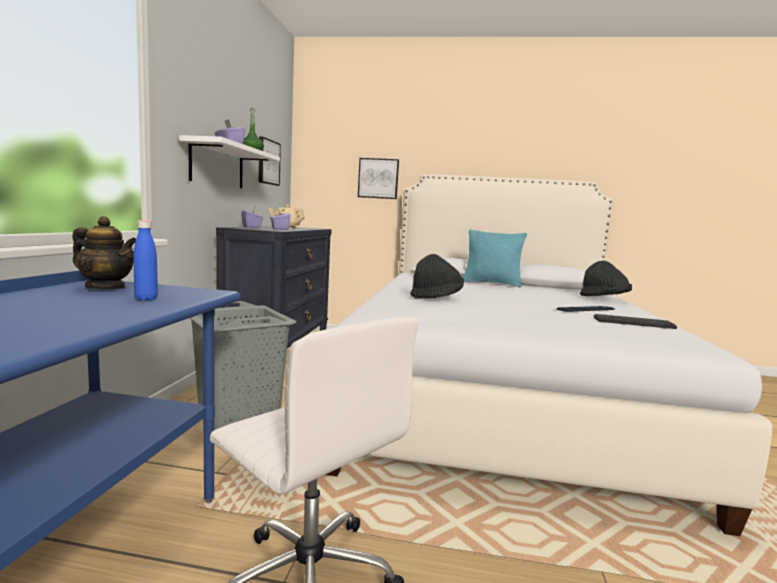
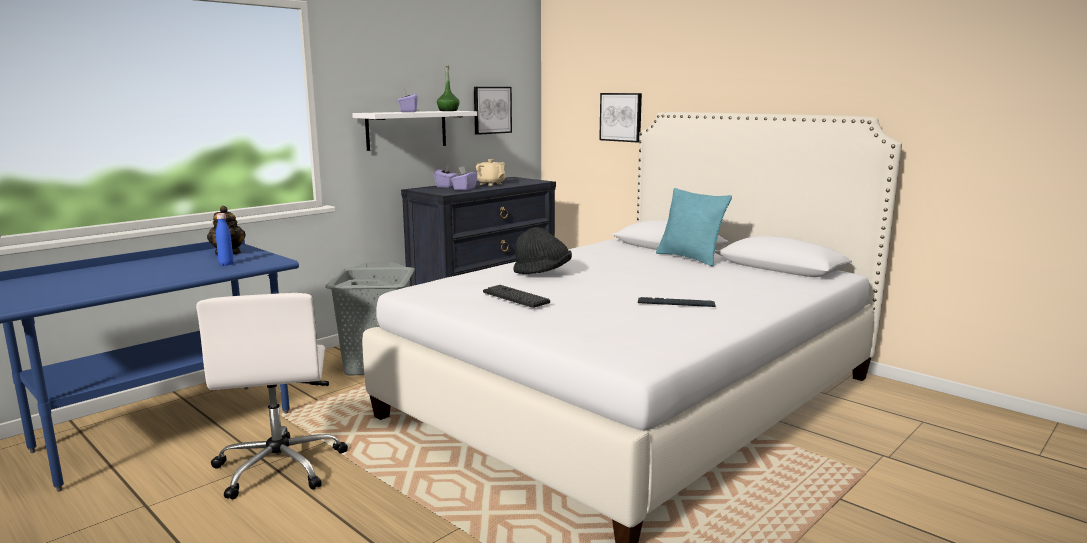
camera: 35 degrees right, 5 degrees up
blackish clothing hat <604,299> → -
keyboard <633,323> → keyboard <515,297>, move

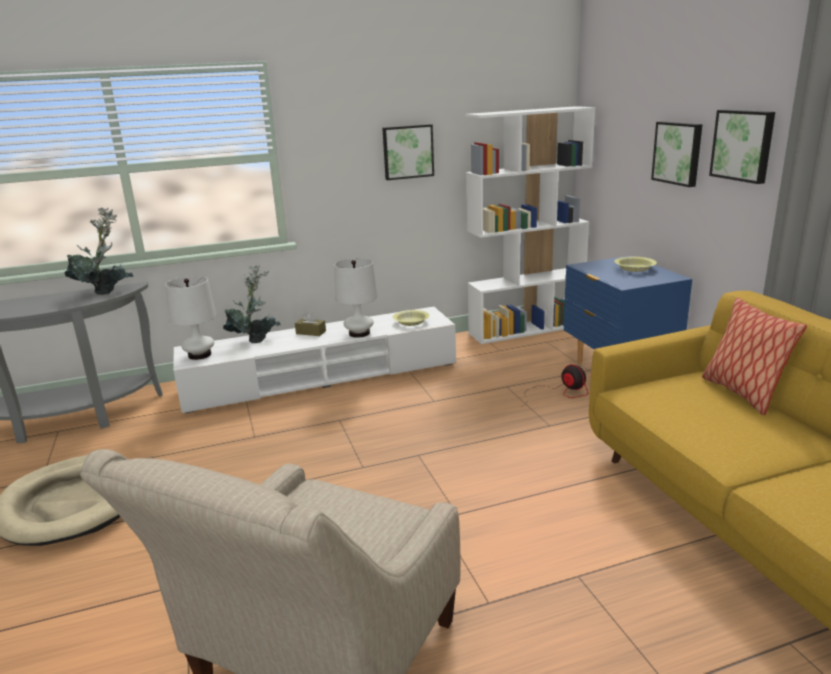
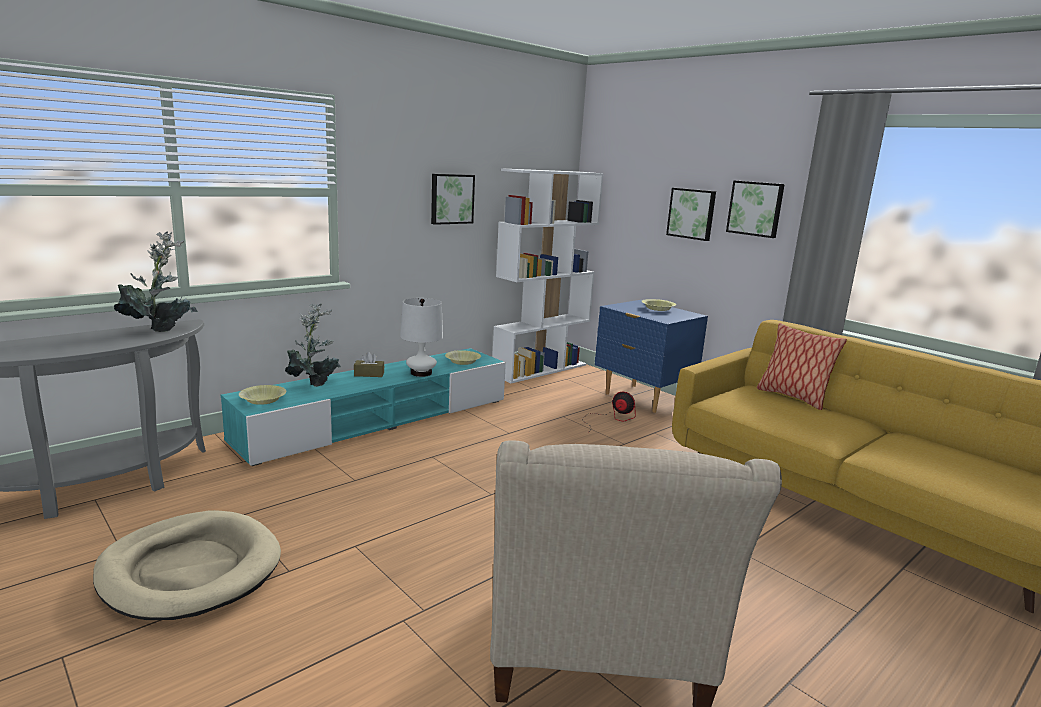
camera: 25 degrees left, 5 degrees down
whitish table lamp <199,355> → yellow serving bowl <263,400>
whitish media console <322,376> → blue-green media console <379,420>

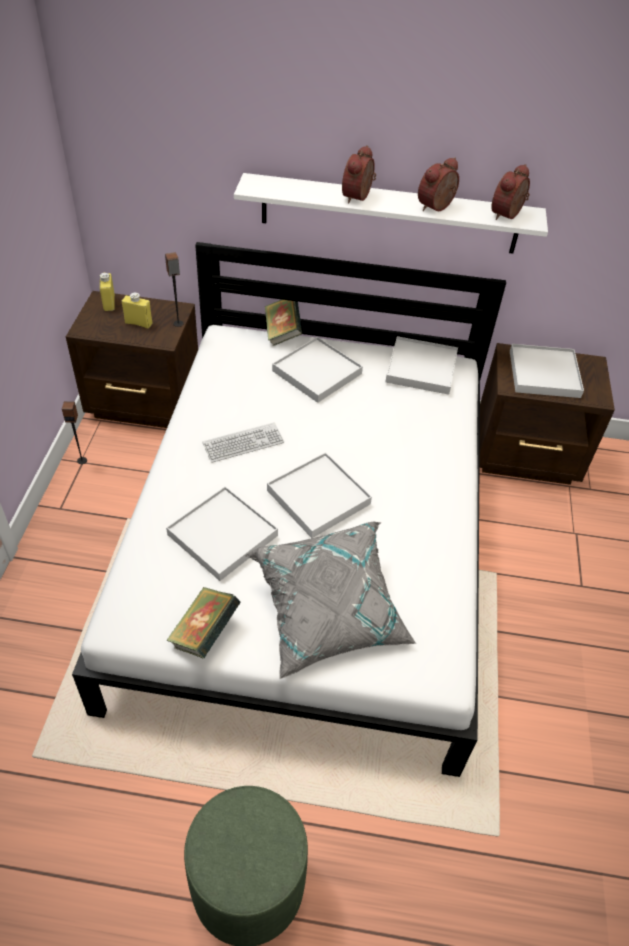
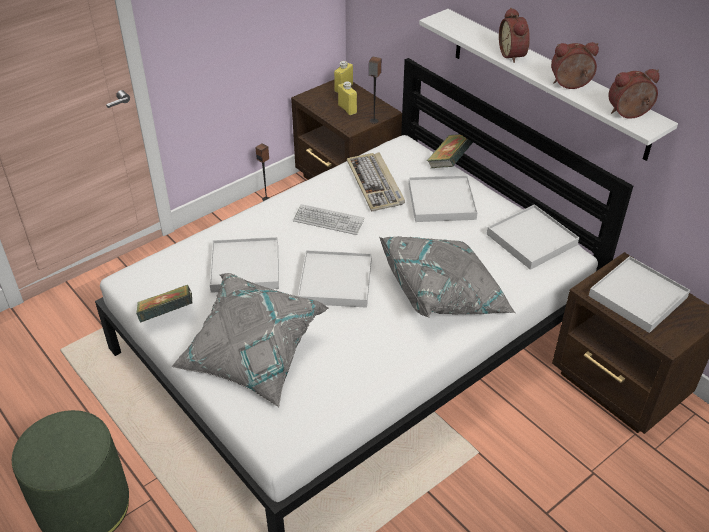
camera: 45 degrees right, 5 degrees down
- → keyboard <376,184>
- → grey cushion <445,294>
table clock <359,197> → table clock <513,55>, 75 degrees counterclockwise

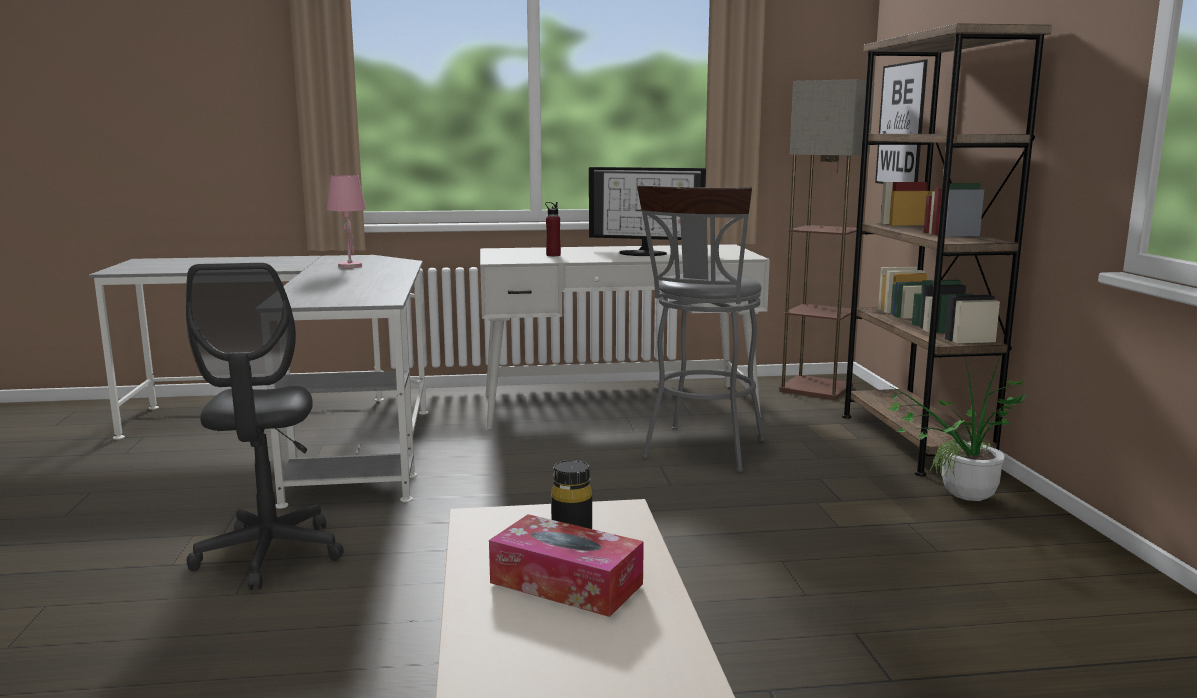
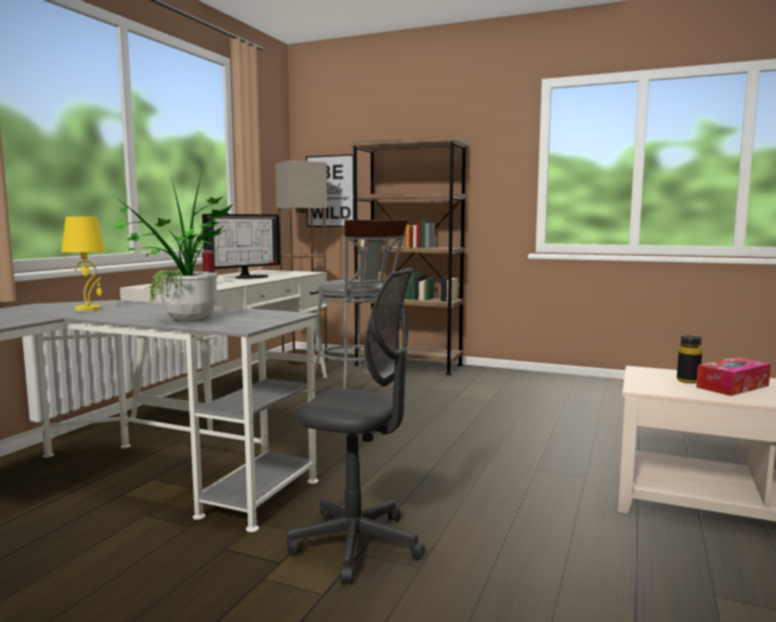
camera: 60 degrees left, 5 degrees down
potted plant <960,499> → potted plant <186,321>, move
pinkish table lamp <351,266> → yellow table lamp <89,309>

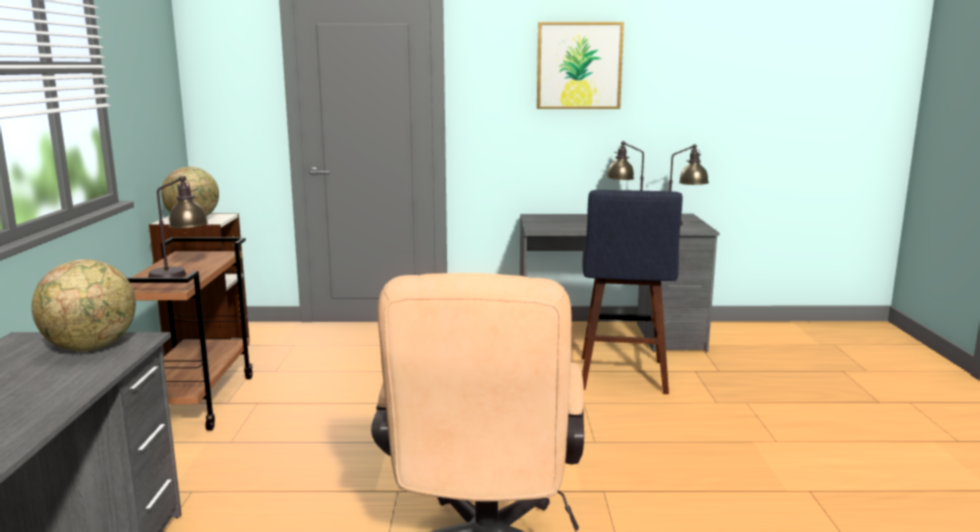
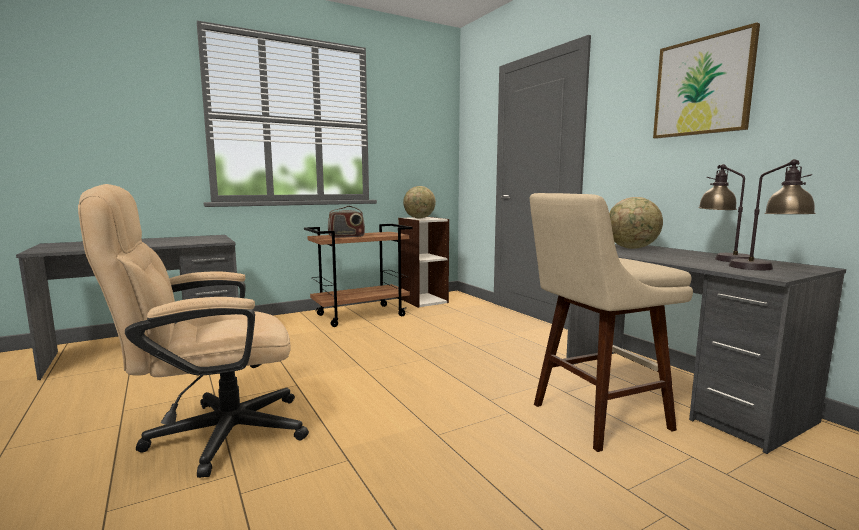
camera: 60 degrees right, 5 degrees down
desk globe <91,348> → desk globe <632,248>, move
table lamp <181,276> → radio <346,236>
blue stool seat <622,378> → beige stool seat <593,418>

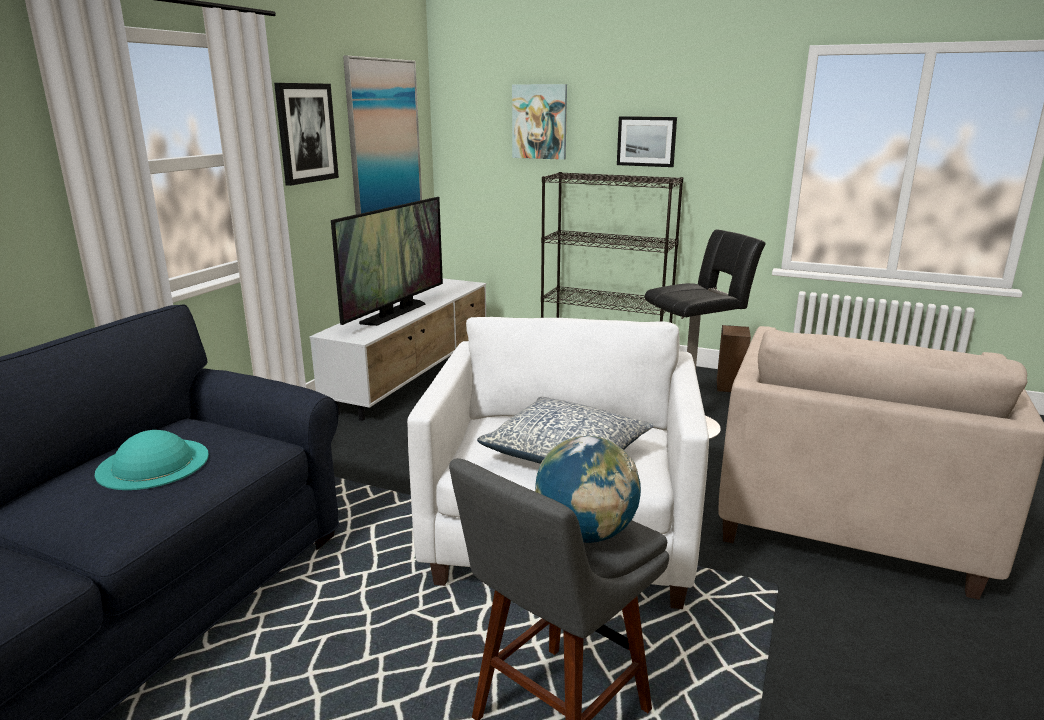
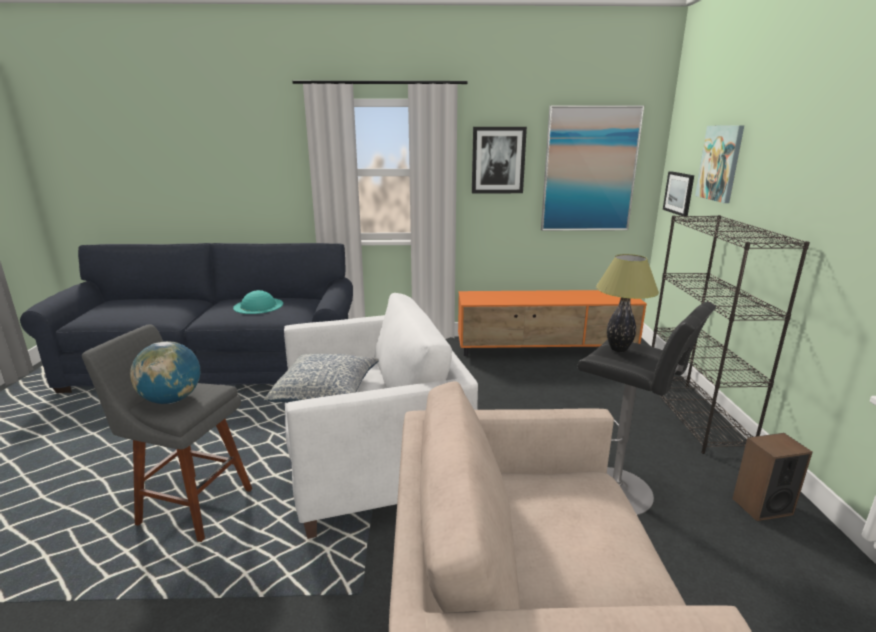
camera: 65 degrees right, 0 degrees up
TV <395,313> → -
- → table lamp <619,349>
wall picture <646,141> → wall picture <679,193>, move
whitish media console <414,376> → orange media console <546,350>

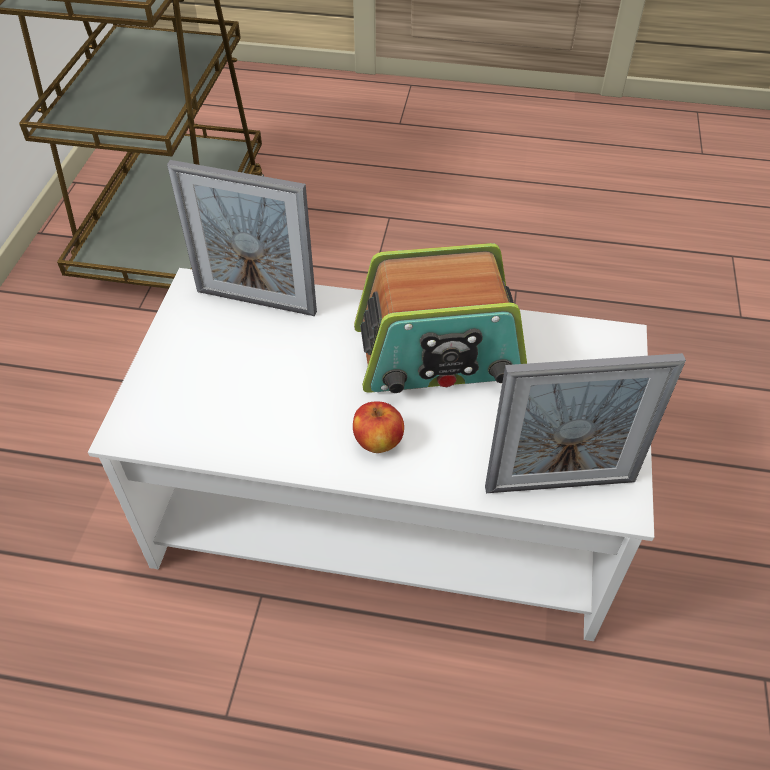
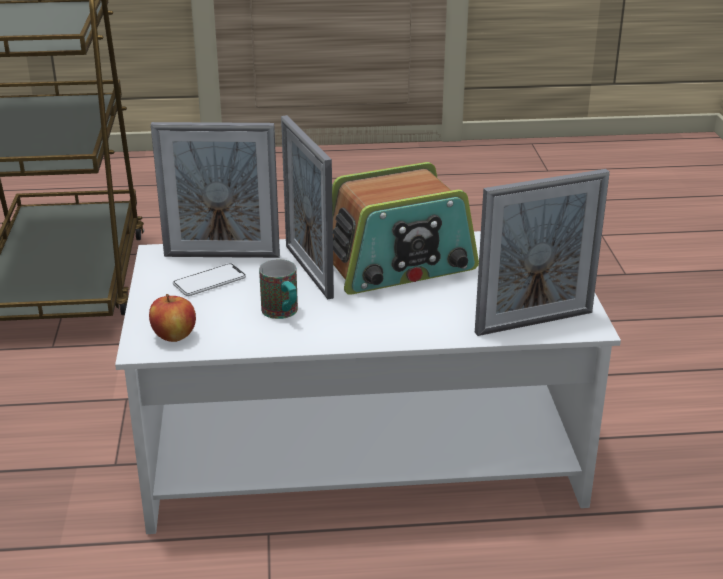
camera: 15 degrees left, 20 degrees down
- → handset <209,281>
- → mug <283,313>
- → picture frame <308,271>
apple <378,442> → apple <174,336>, move

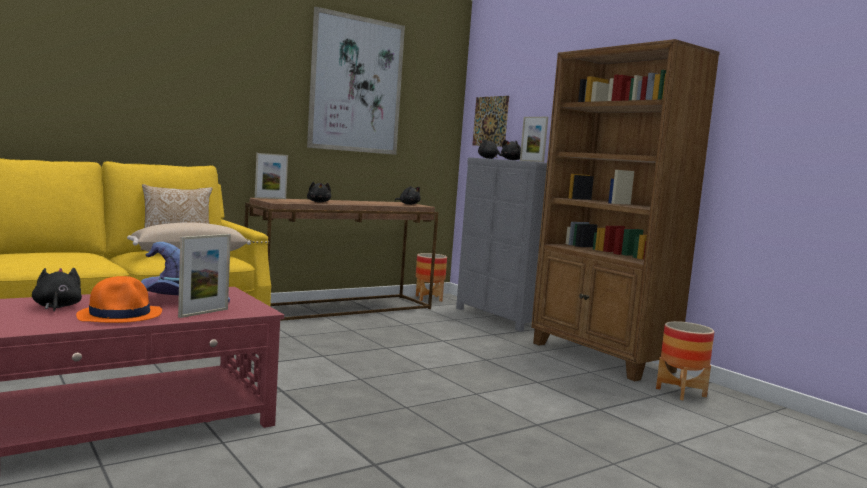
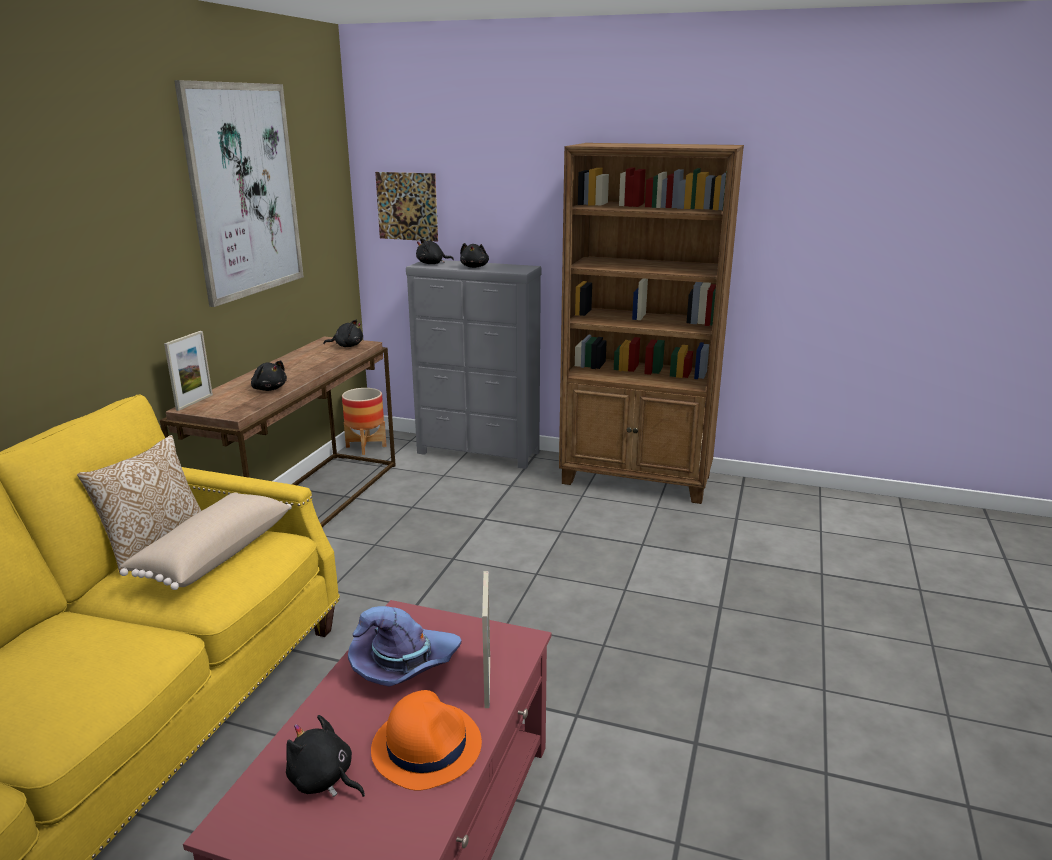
camera: 35 degrees left, 15 degrees up
picture frame <531,161> → -
planter <681,392> → -

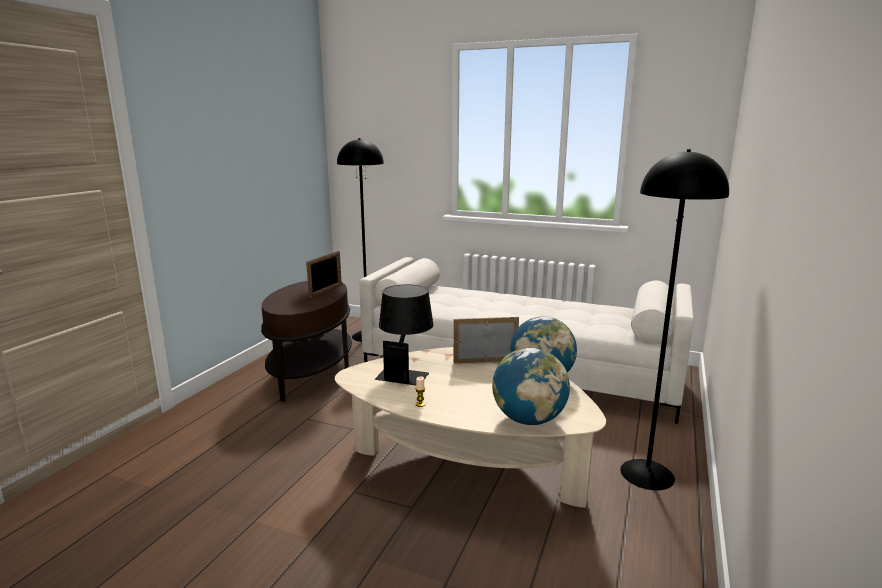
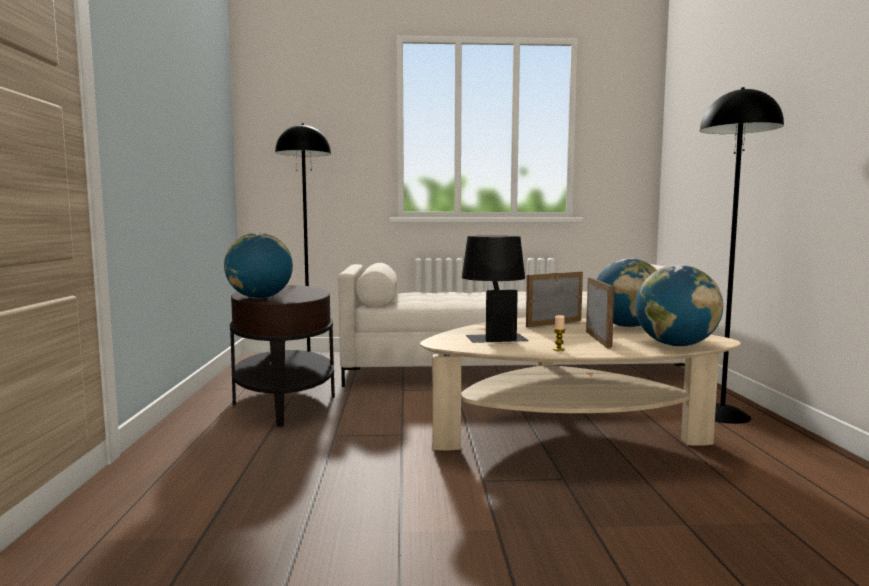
camera: 25 degrees left, 10 degrees down
- → desk globe <260,298>
picture frame <326,291> → picture frame <598,339>, move

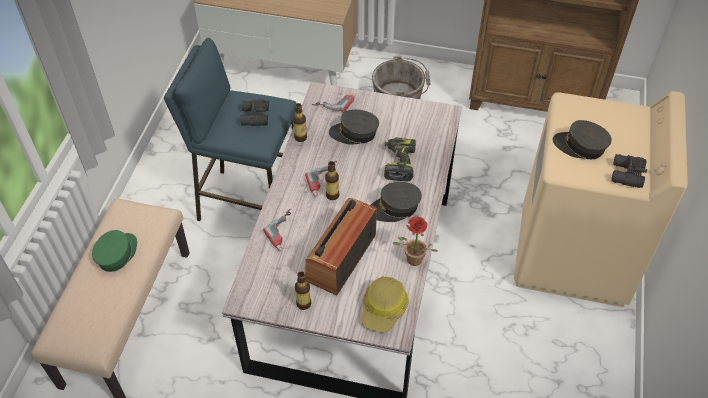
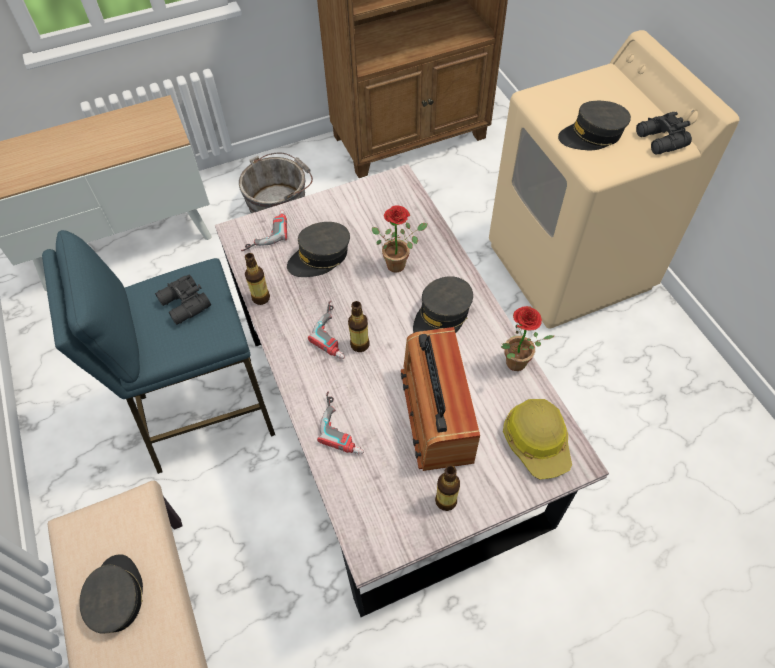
camera: 35 degrees left, 5 degrees up
power drill <398,163> → potted plant <399,263>
green-coloured baseball cap <117,254> → grey baseball cap <117,596>

